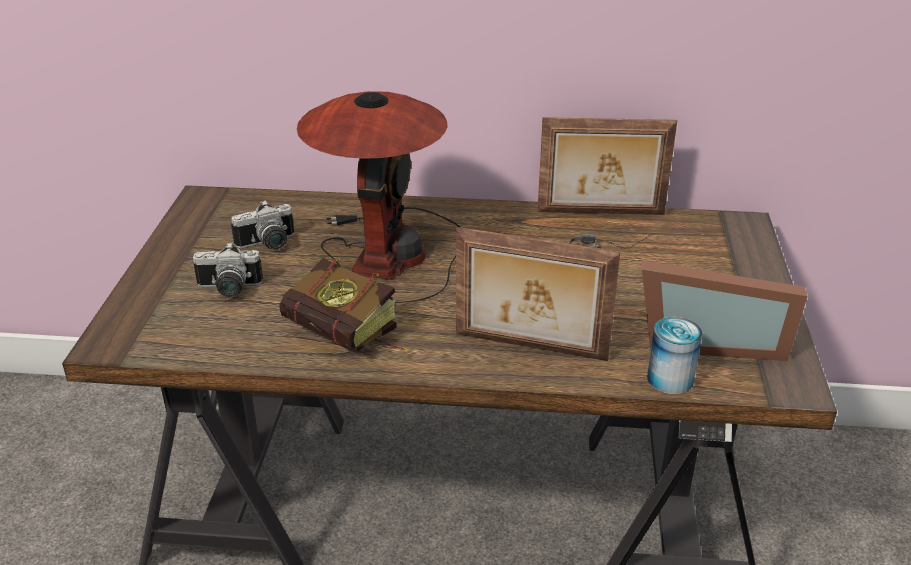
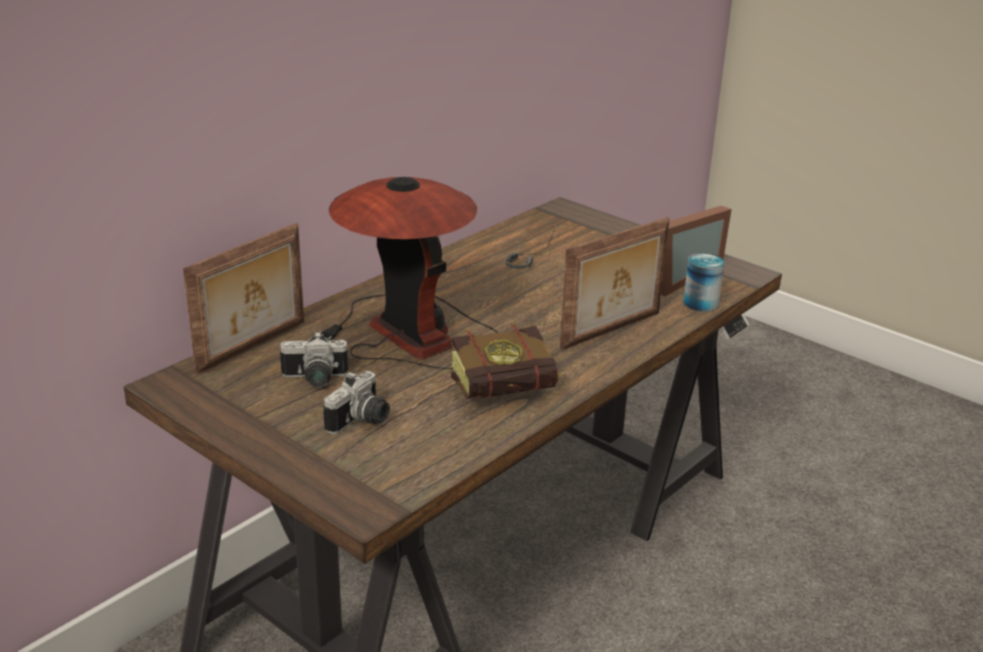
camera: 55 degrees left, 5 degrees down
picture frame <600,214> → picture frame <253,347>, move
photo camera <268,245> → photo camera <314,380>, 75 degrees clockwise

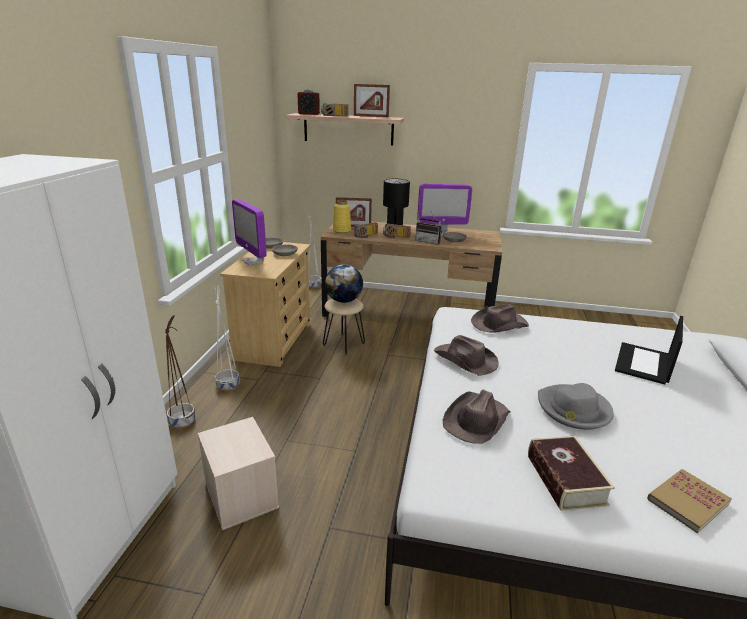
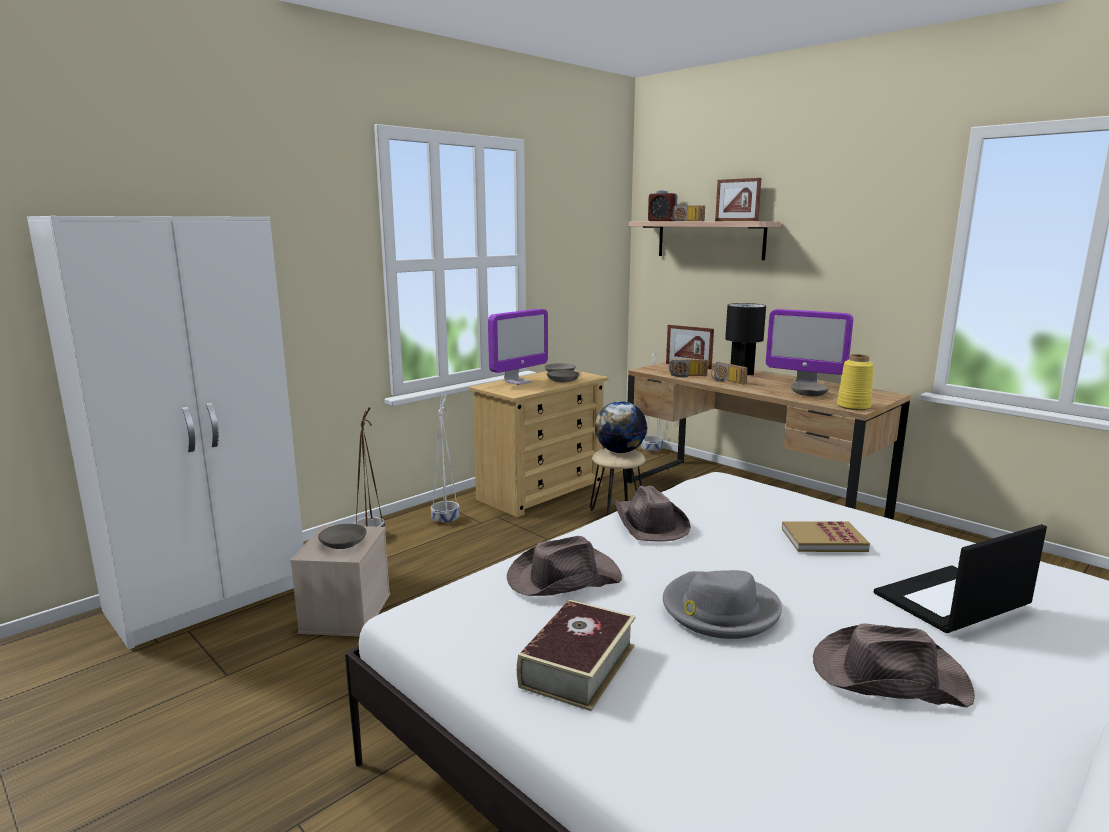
camera: 35 degrees right, 10 degrees down
radio <429,241> → -
- → grey serving bowl <342,543>
yellow flower vase <342,230> → yellow flower vase <854,406>, move
brownish clothing hat <498,324> → brownish clothing hat <887,675>, move
bound book <687,502> → bound book <823,540>, move
monitor <253,261> → monitor <518,382>, 135 degrees counterclockwise

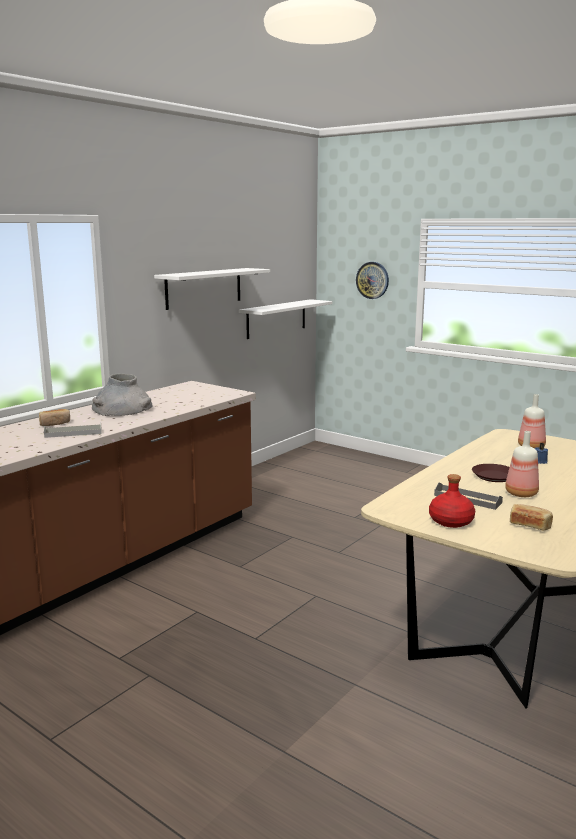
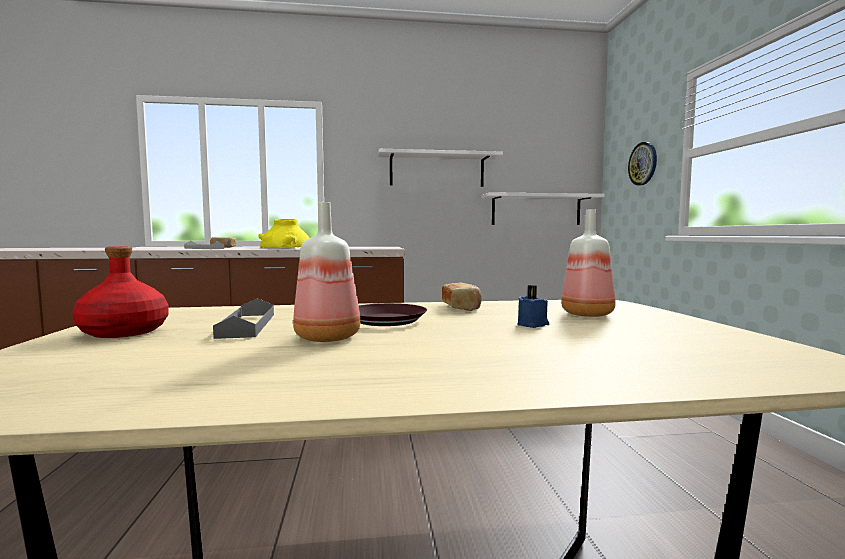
camera: 45 degrees right, 10 degrees down
baked bread <530,525> → baked bread <462,307>, move
grey flower vase <123,408> → yellow flower vase <286,247>

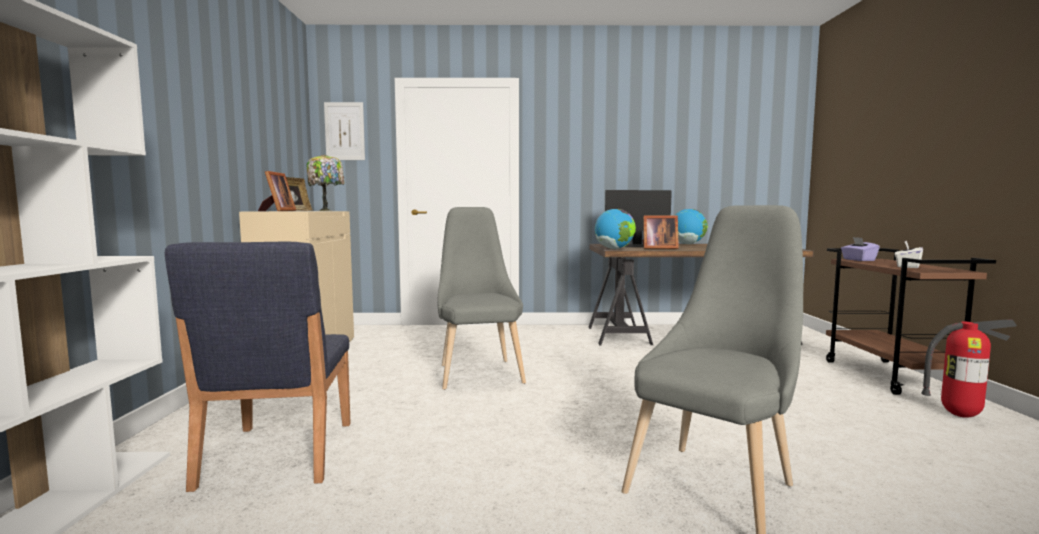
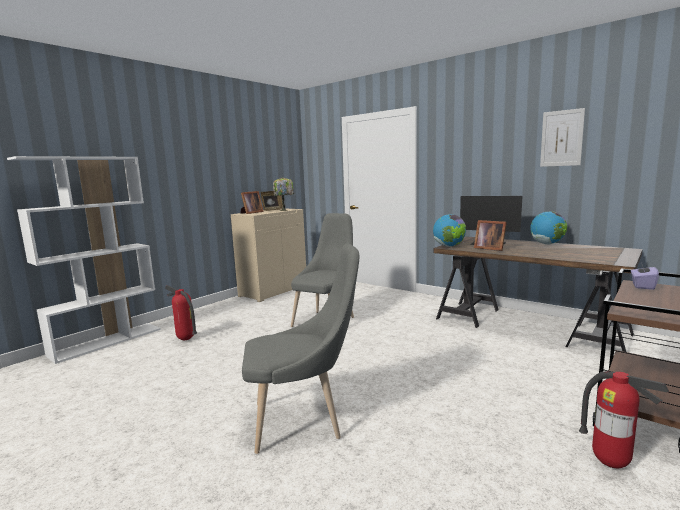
camera: 40 degrees right, 5 degrees up
whitish tissue box <907,266> → -
wall picture <344,131> → wall picture <561,138>, move
blue chair <277,454> → extinguisher <185,339>

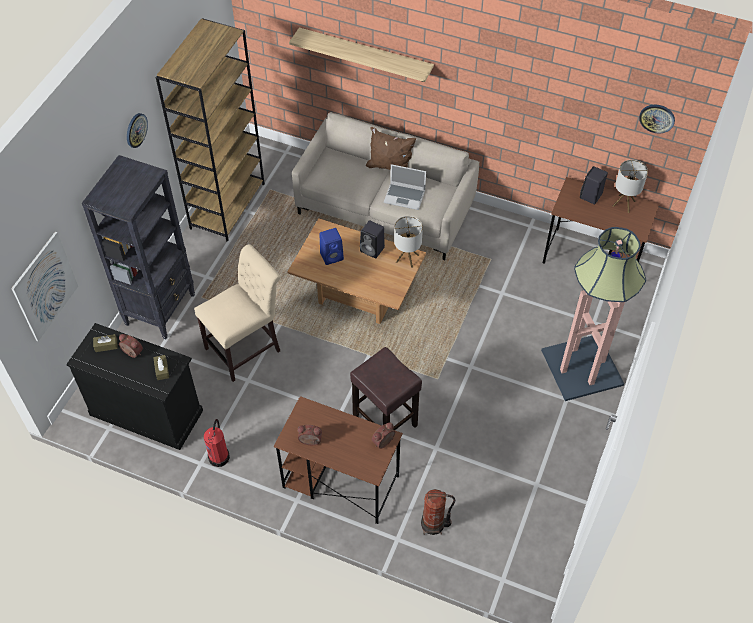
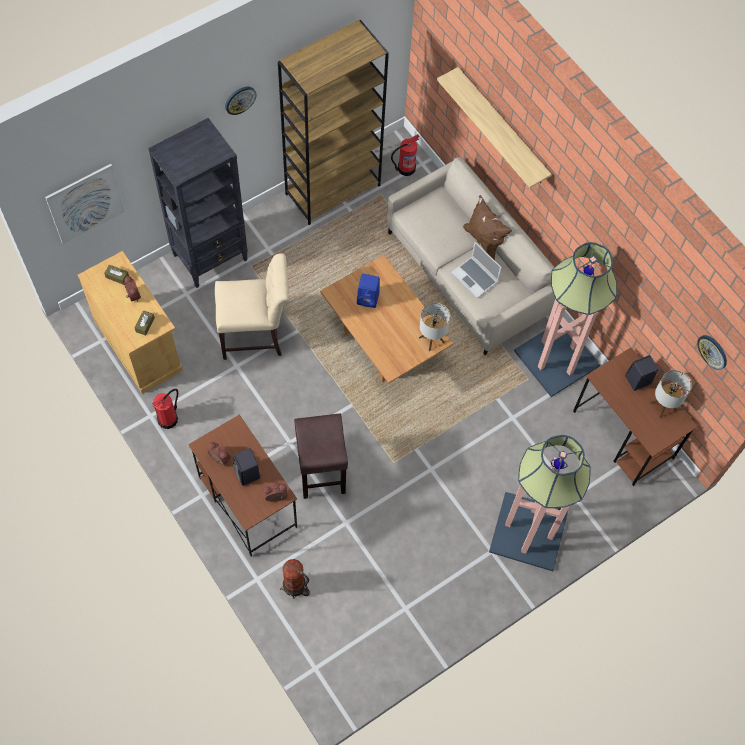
camera: 30 degrees right, 10 degrees up
- → extinguisher <405,168>
- → standard lamp <557,358>
blackish speaker <373,249> → blackish speaker <247,474>, move
blackish storage cabinet <146,412> → beige storage cabinet <138,345>

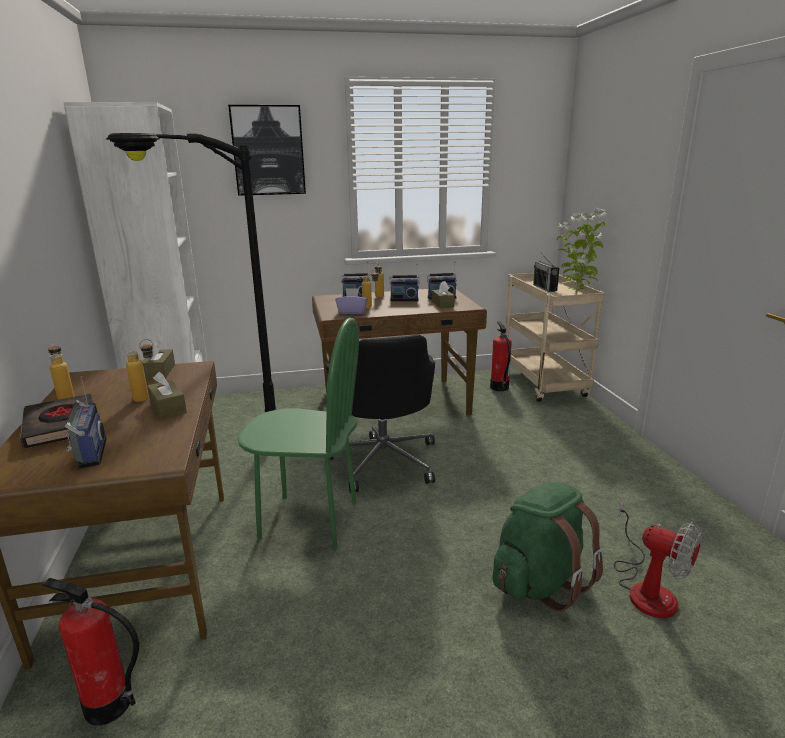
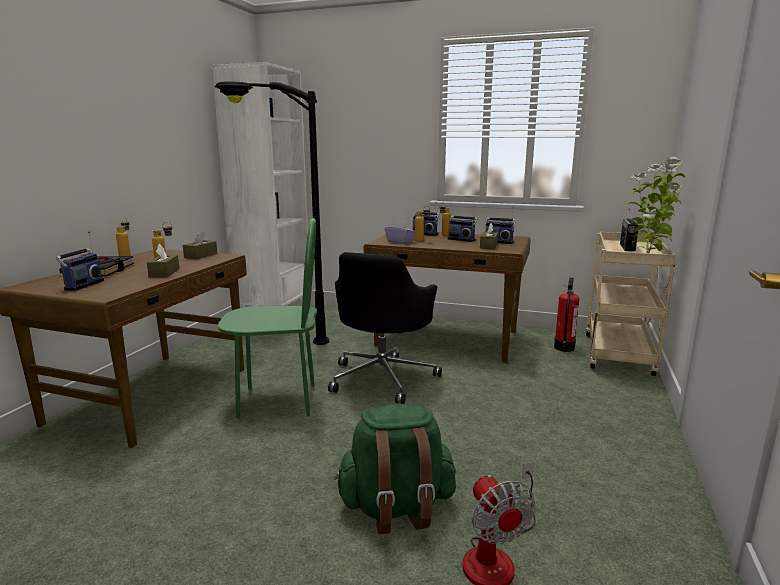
camera: 30 degrees right, 5 degrees down
extinguisher <108,705> → -
wall picture <268,151> → -
green-coloured chair <309,520> → green-coloured chair <277,401>, 45 degrees counterclockwise

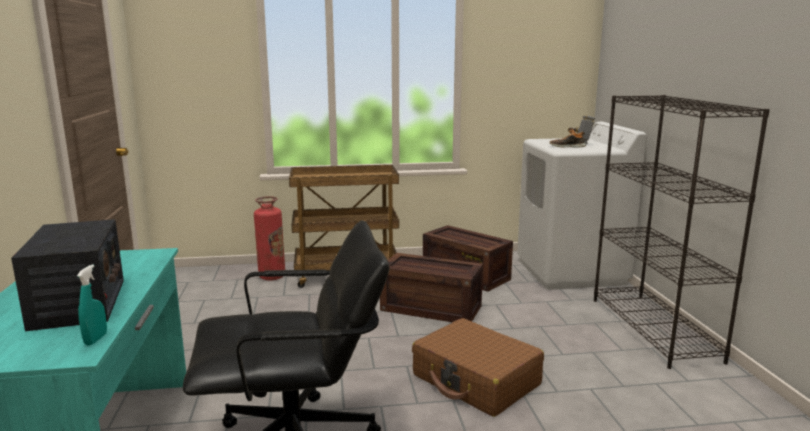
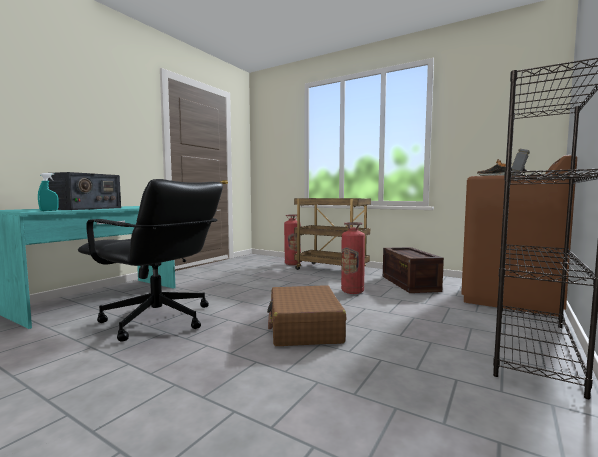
camera: 40 degrees right, 10 degrees down
crate <432,308> → extinguisher <352,291>
whitish laundry appliance <571,272> → brownish laundry appliance <510,298>

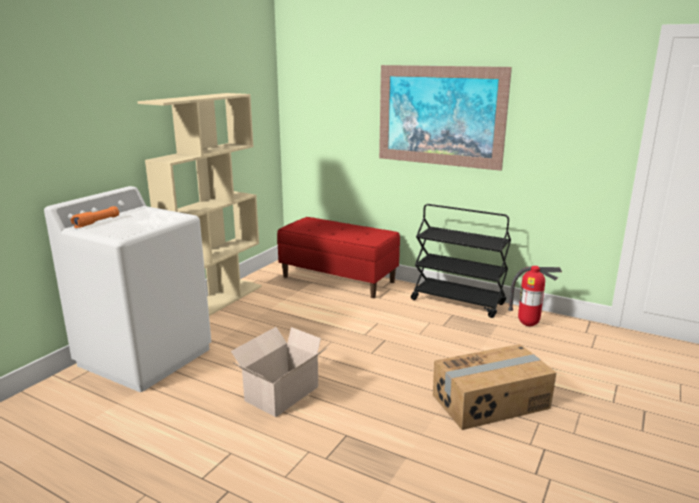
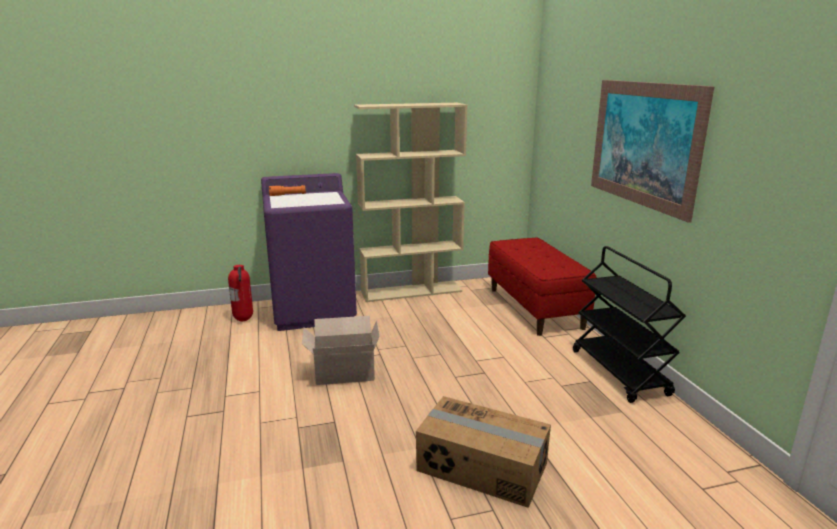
camera: 45 degrees right, 0 degrees up
extinguisher <528,324> → extinguisher <244,320>, move
whitish laundry appliance <146,356> → purplish laundry appliance <313,310>

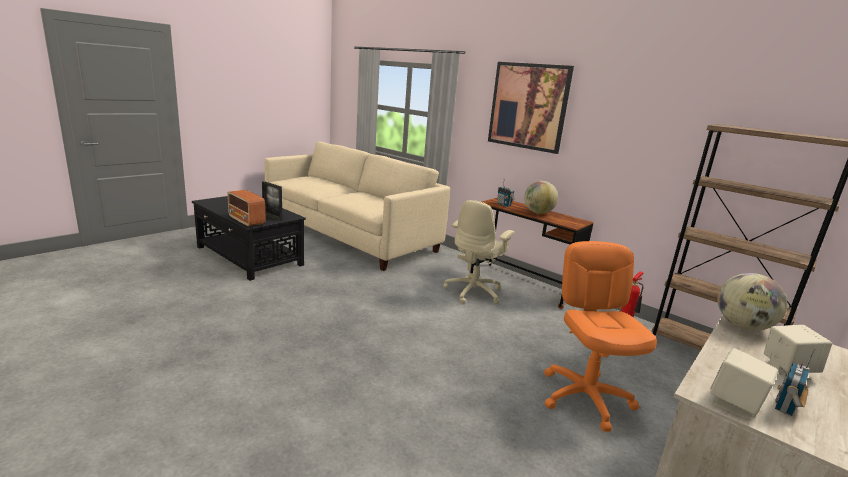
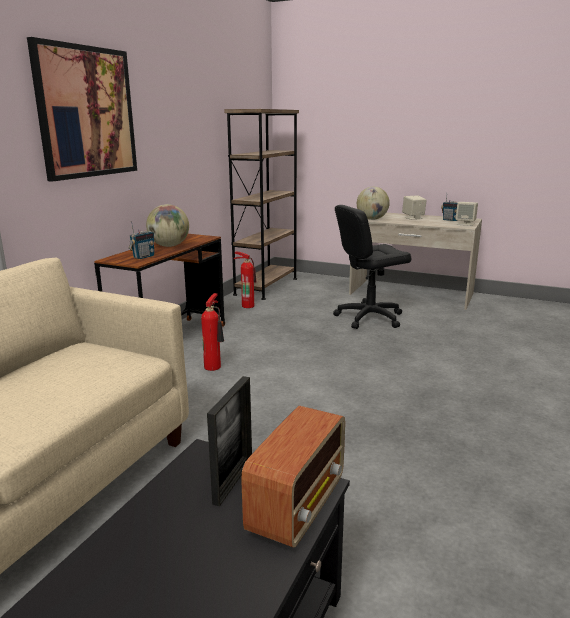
camera: 105 degrees left, 0 degrees up
beige desk chair <474,292> → extinguisher <214,366>
orange desk chair <585,397> → blackish desk chair <369,318>

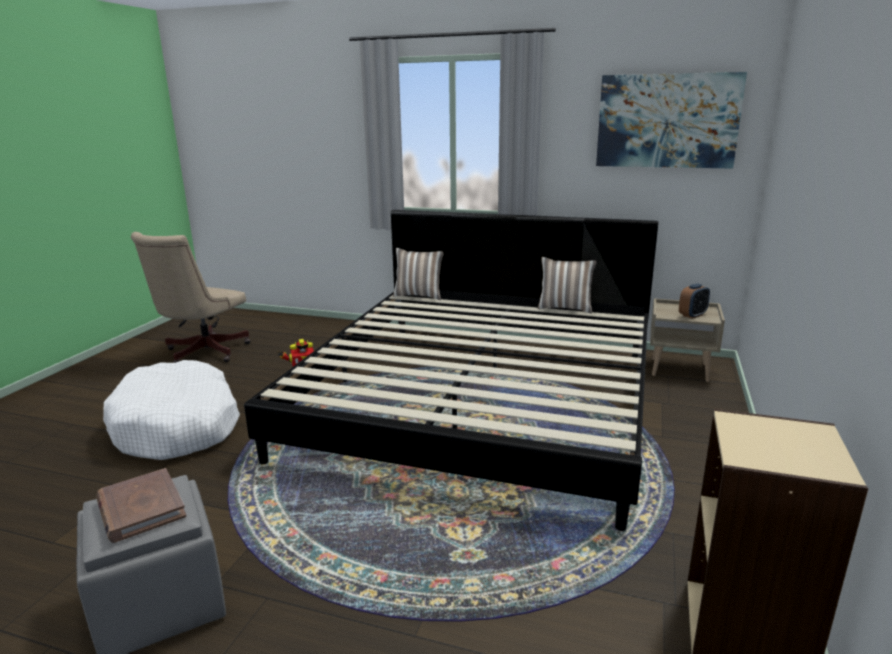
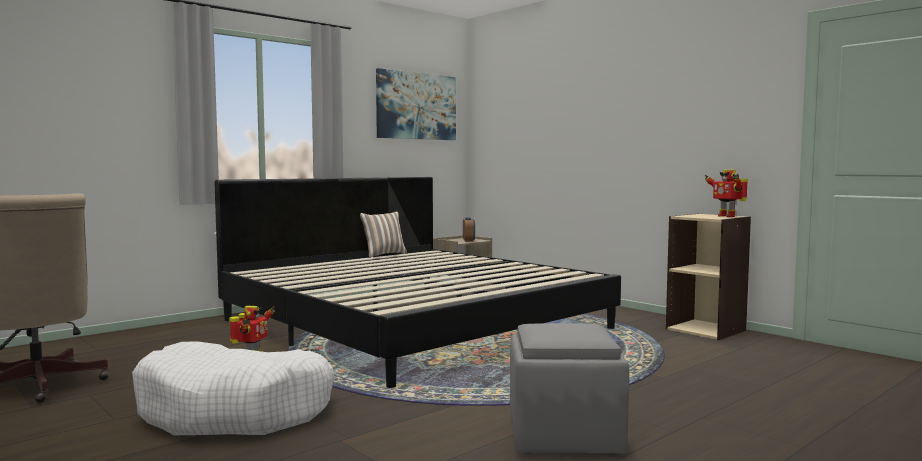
camera: 60 degrees left, 15 degrees down
brownish bound book <141,508> → -
cushion <419,295> → -
- → toy robot <727,216>

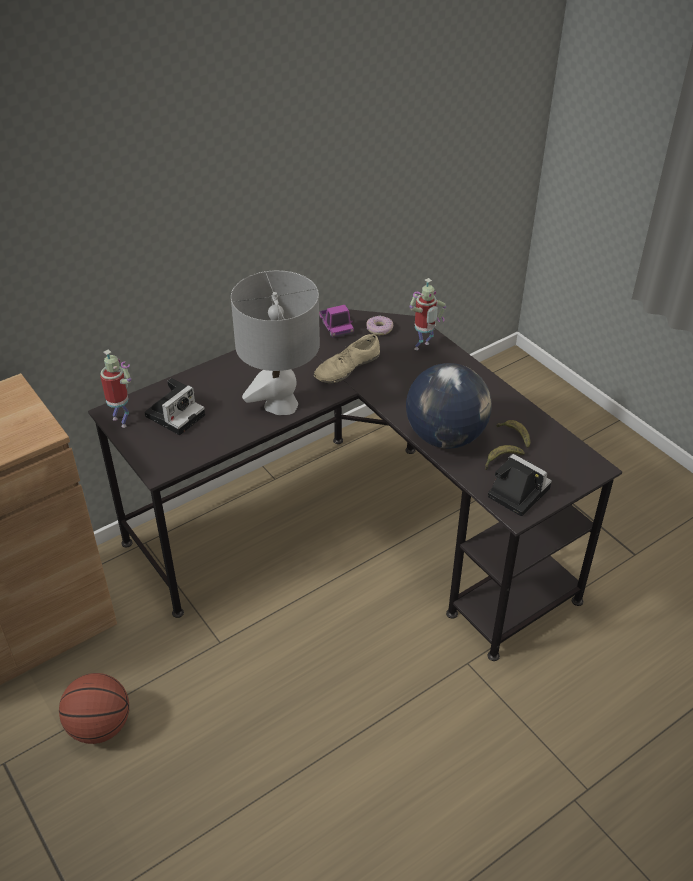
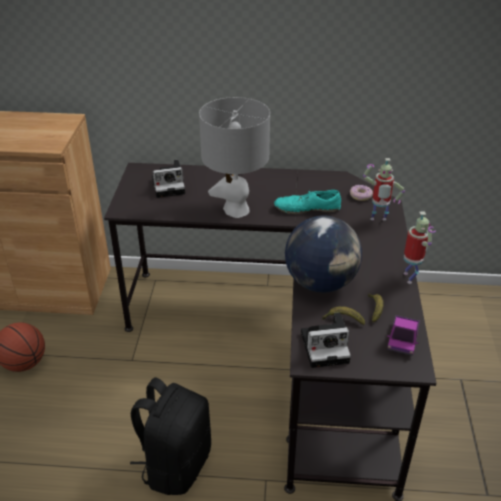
camera: 40 degrees right, 5 degrees down
- → blackish rucksack <175,464>
toy robot <122,421> → toy robot <410,278>, move
model truck <336,327> → model truck <402,339>, move
beige low shoe <346,368> → blue-green low shoe <307,208>
photo camera <516,492> → photo camera <326,346>, 90 degrees clockwise

